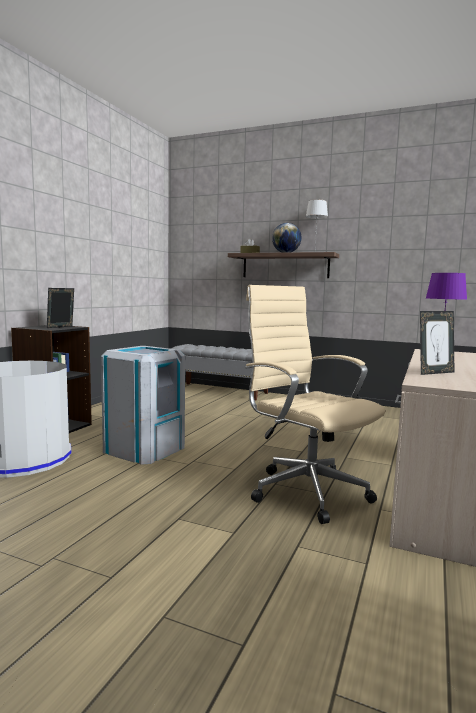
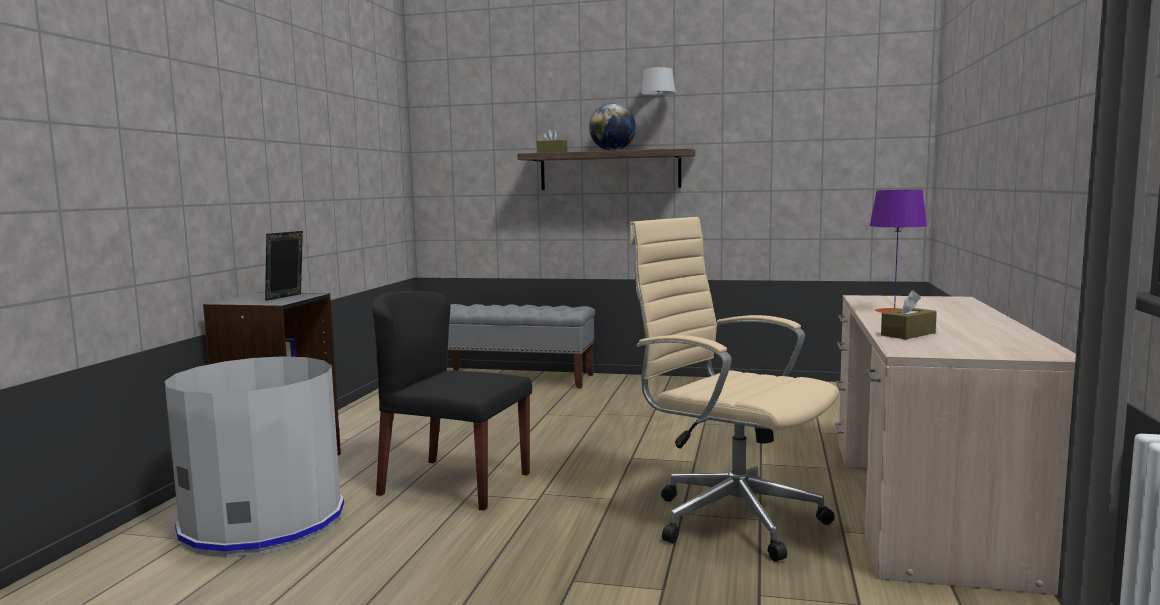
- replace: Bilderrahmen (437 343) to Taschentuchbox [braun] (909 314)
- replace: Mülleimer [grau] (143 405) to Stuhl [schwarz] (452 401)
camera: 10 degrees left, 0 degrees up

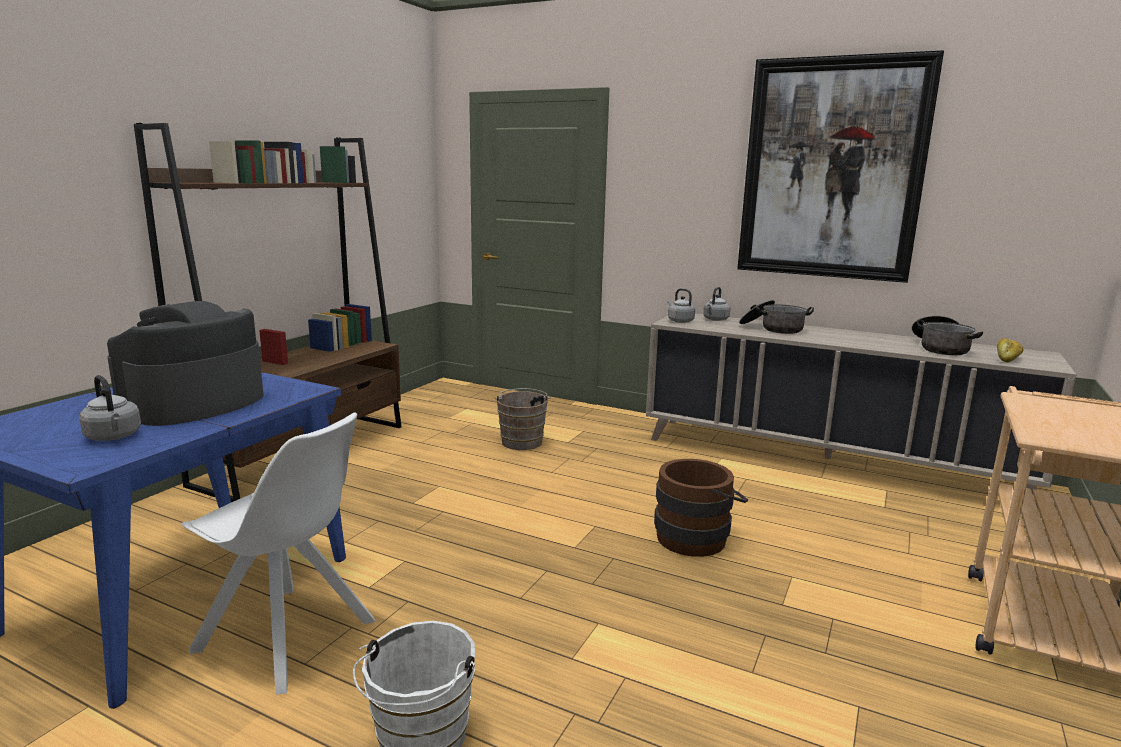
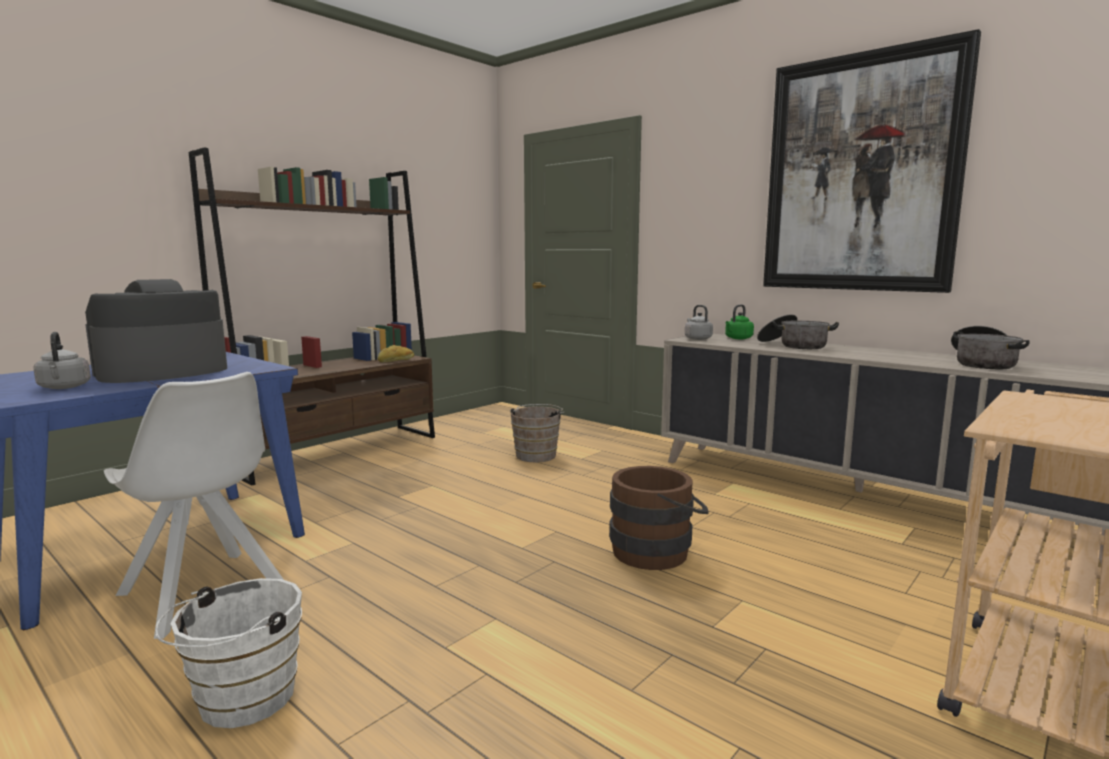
- recolor: Wasserkessel [grau] (716 304) to Wasserkessel [grün] (739 321)
- move: Brot (1010 350) to (395 353)
camera: 15 degrees right, 5 degrees down

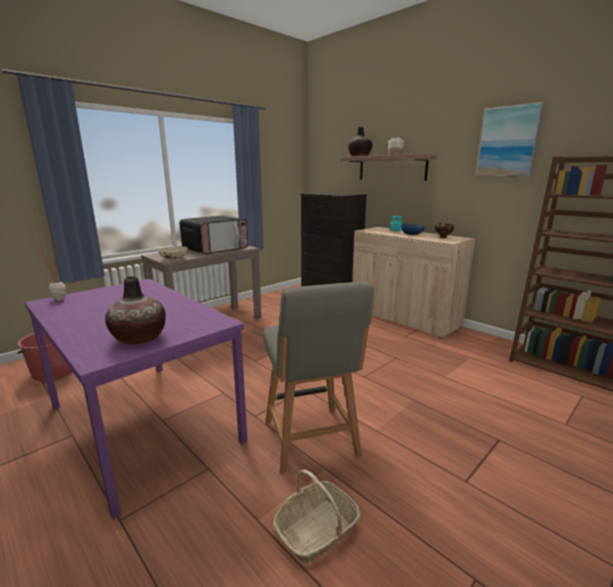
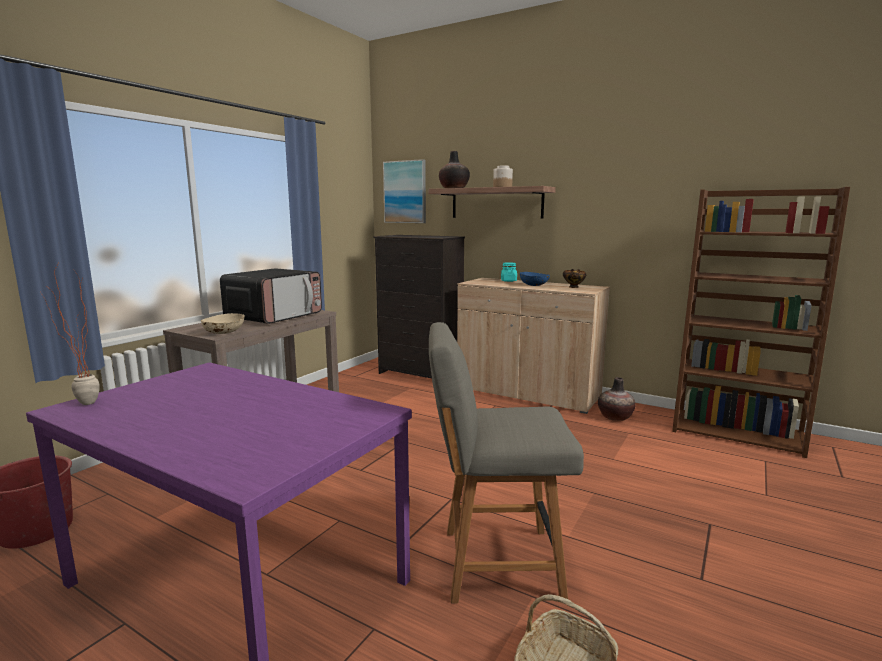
- move: Bild (510 139) to (404 191)
- move: Vase (135 310) to (616 399)
- rotate: Stuhl [grau] (318 377) = (506 463) 120 degrees clockwise
camera: 15 degrees left, 5 degrees down

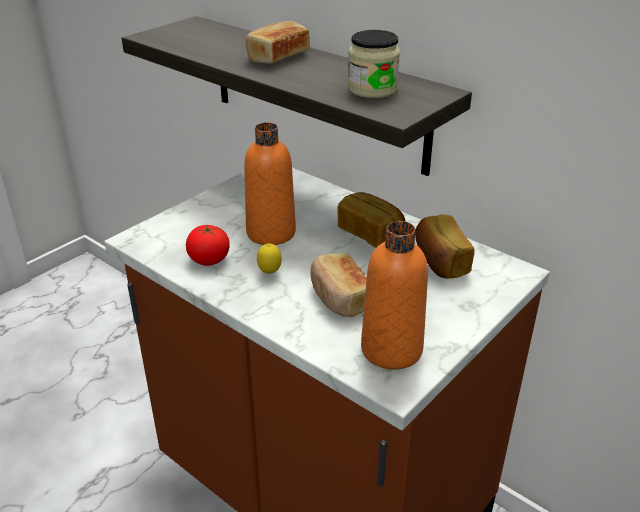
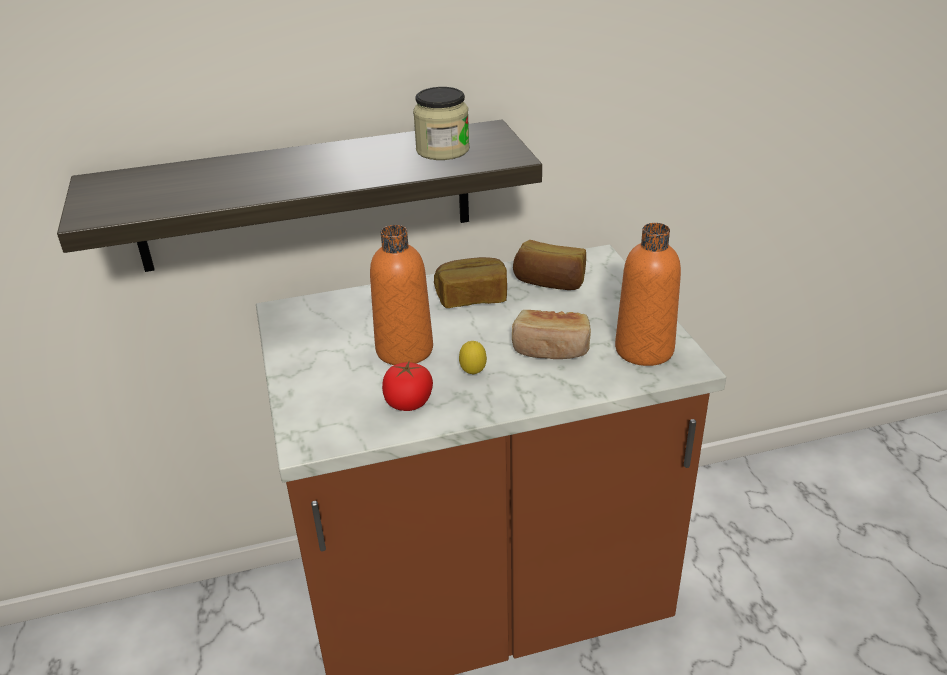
- delete: Brot (278 42)
camera: 55 degrees left, 0 degrees up

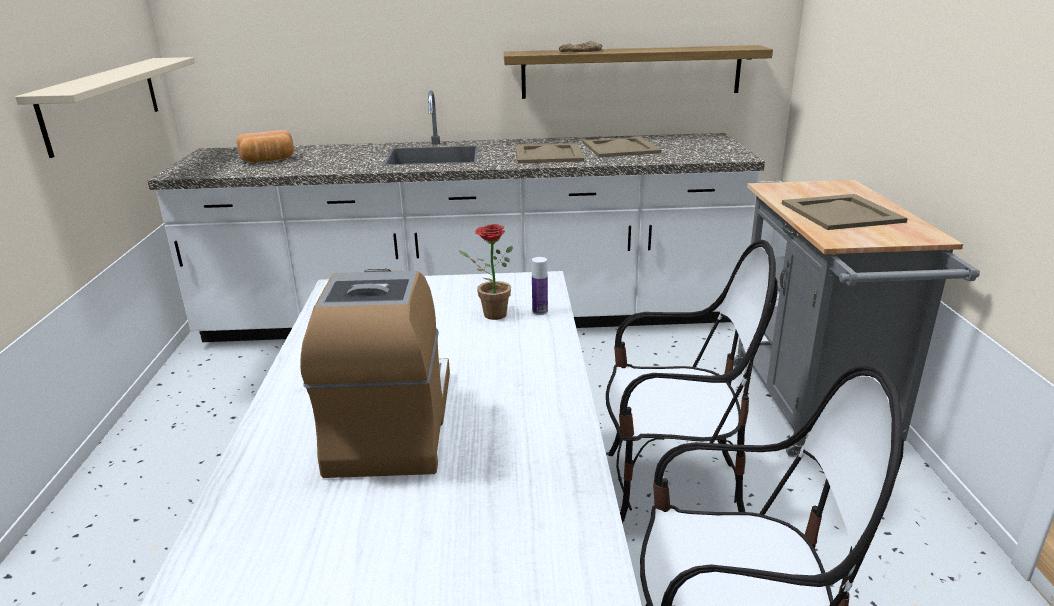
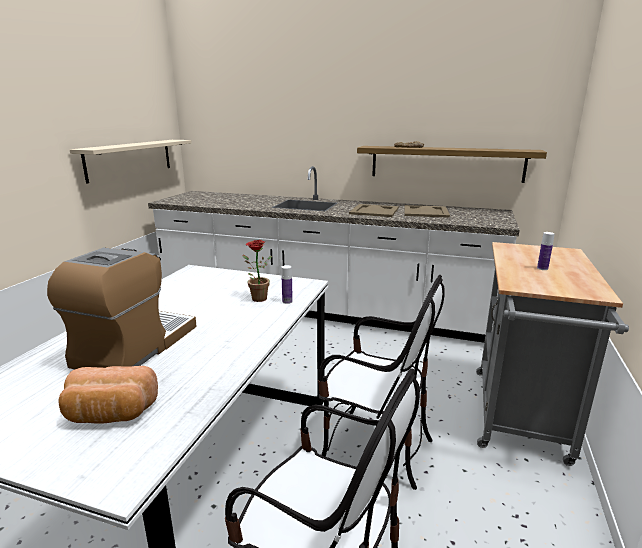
- move: Brot (265 146) to (108 395)
- replace: Tablett [beige] (845 212) to Flasche (546 251)
camera: 20 degrees right, 5 degrees down

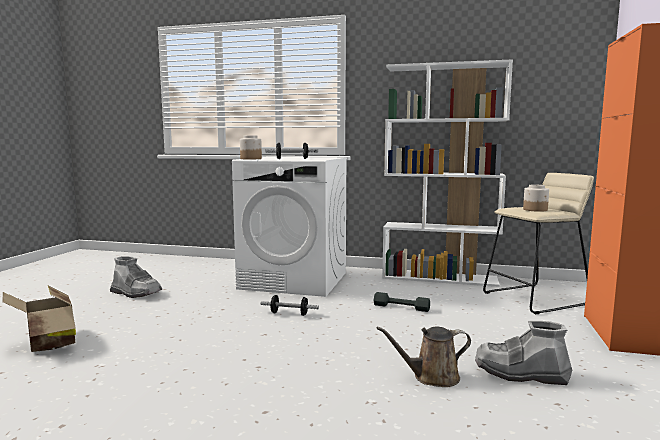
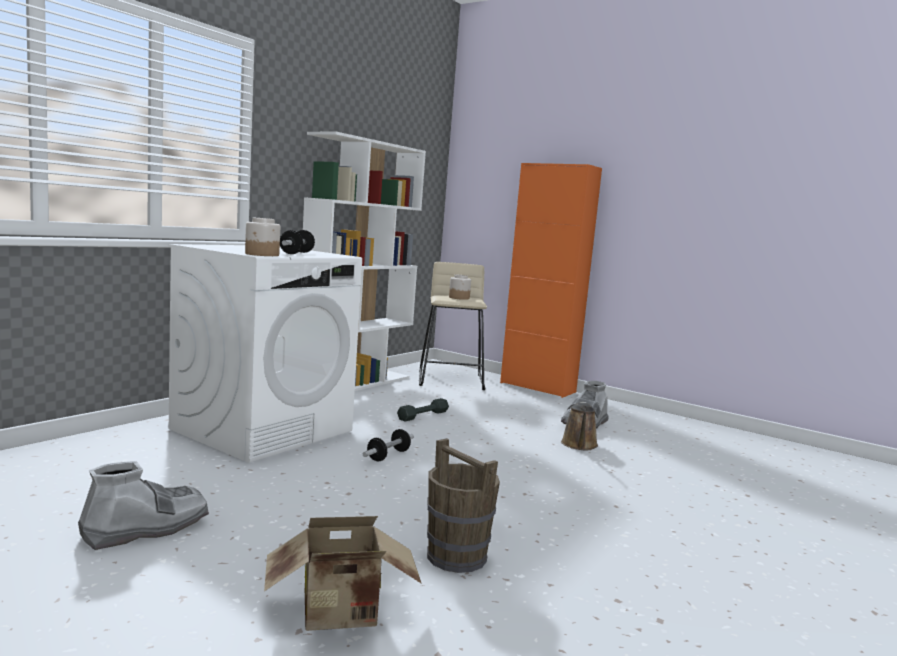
- insert: Eimer [braun] (463 505)
camera: 70 degrees left, 0 degrees up

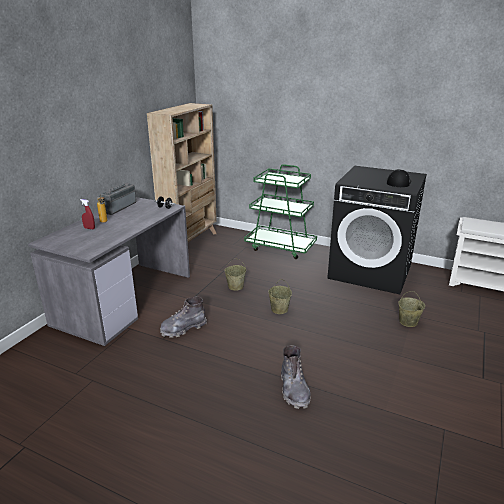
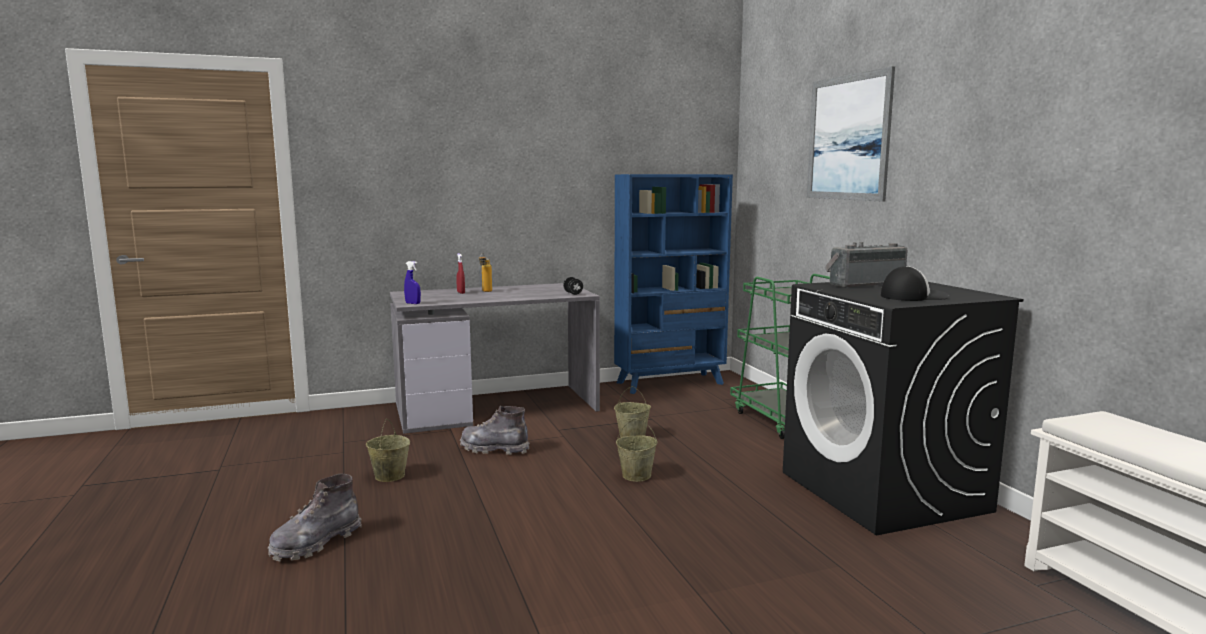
- recolor: Bücherregal [beige] (182 172) to Bücherregal [blau] (673 284)
- move: Radio (117 199) to (866 265)
- move: Eimer [beige] (412 309) to (388 450)
- move: Stiefel [grau] (296 377) to (315 517)
- insert: Bild (851 134)
- insert: Sprühflasche [blau] (412 282)
camera: 45 degrees right, 15 degrees down

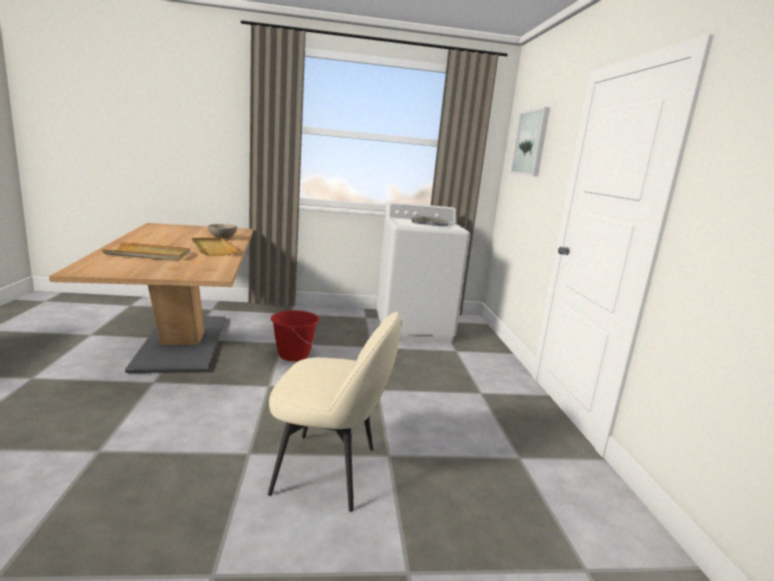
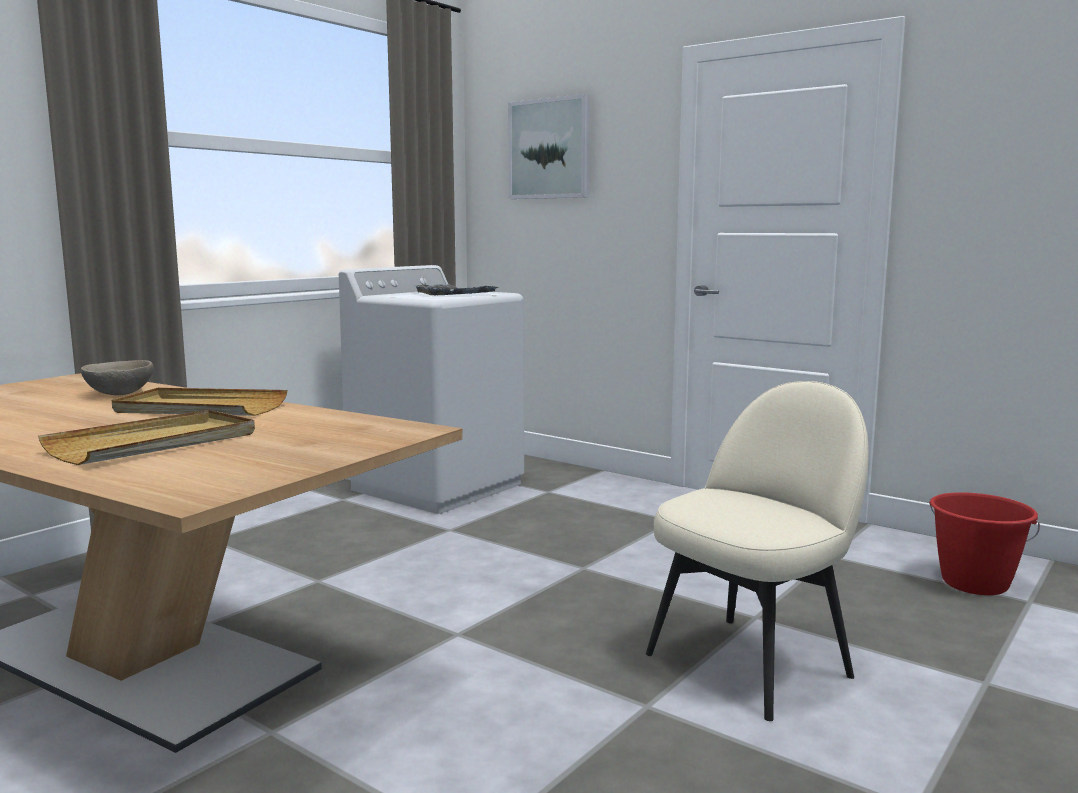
- move: Eimer [rot] (295 335) to (984 543)
camera: 45 degrees left, 5 degrees down

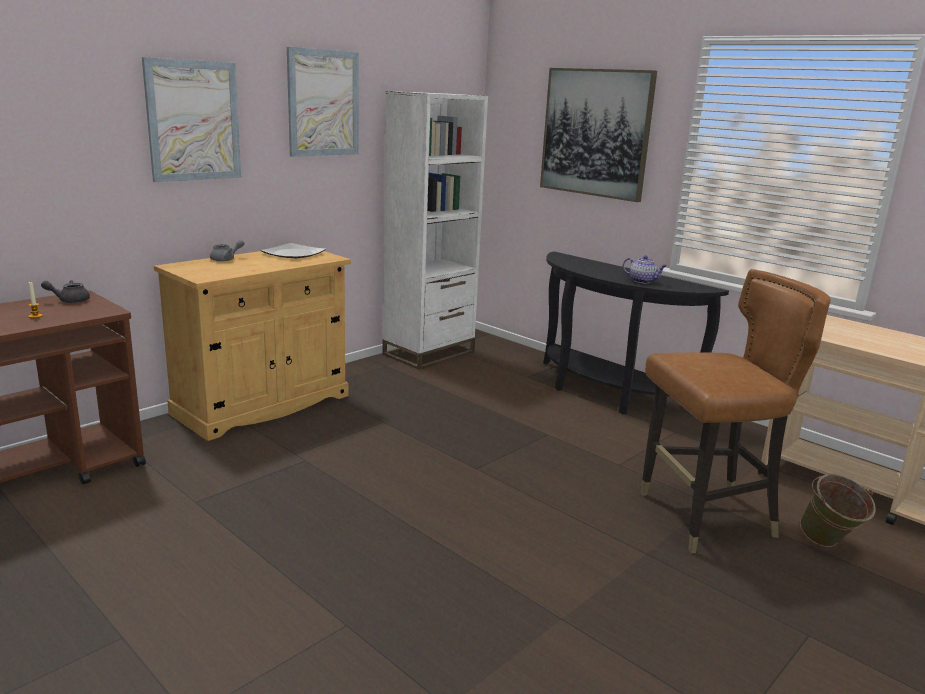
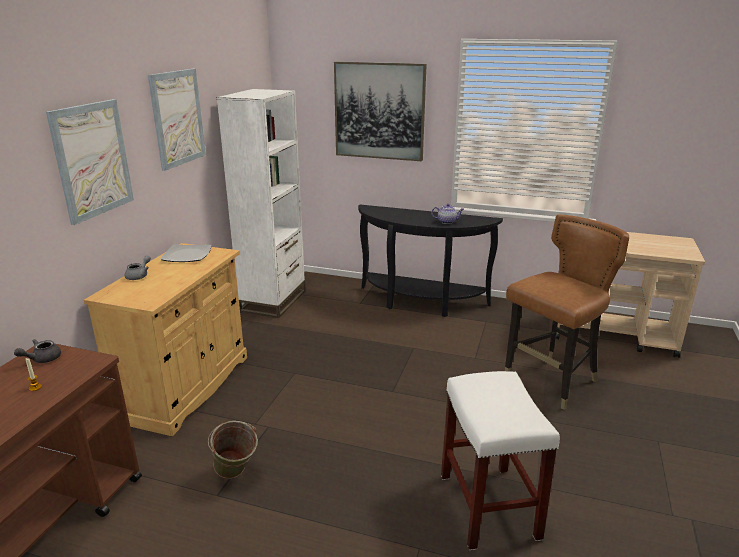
- move: Eimer [grün] (838 510) to (233 450)
- insert: Hocker [weiß] (500 460)
camera: 25 degrees left, 5 degrees up

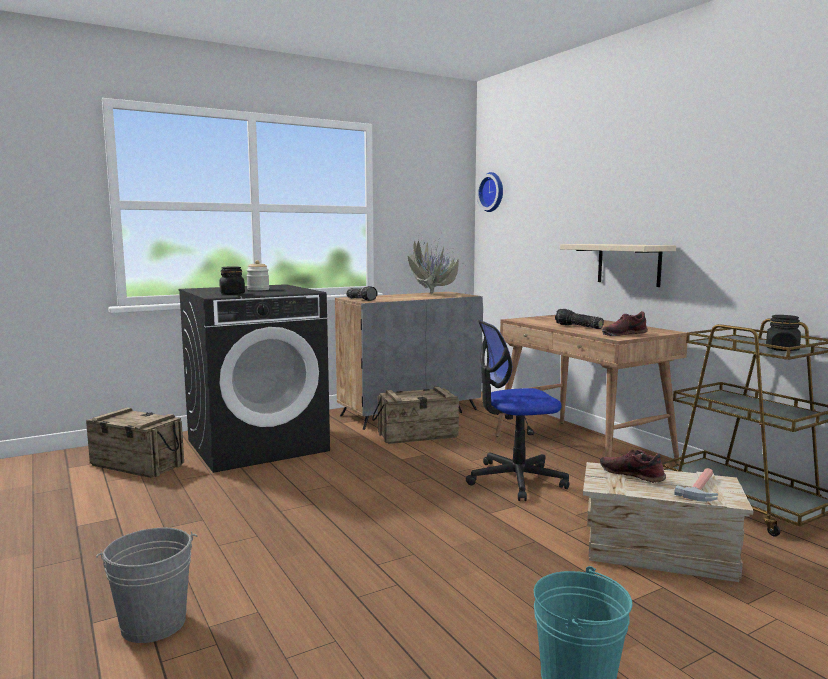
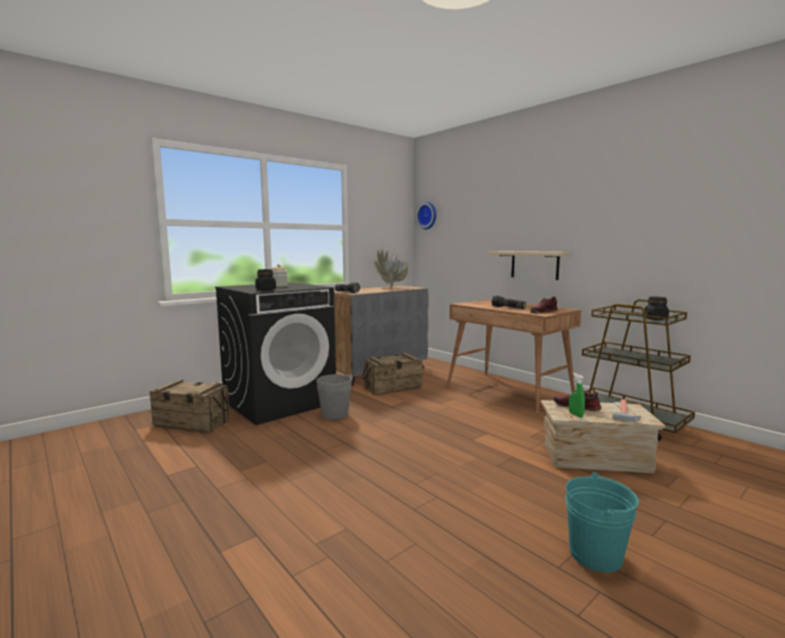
- delete: Bürostuhl (517 410)
- move: Eimer [grau] (146 585) to (334 396)
- insert: Sprühflasche [grün] (577 395)
camera: 10 degrees left, 0 degrees up

